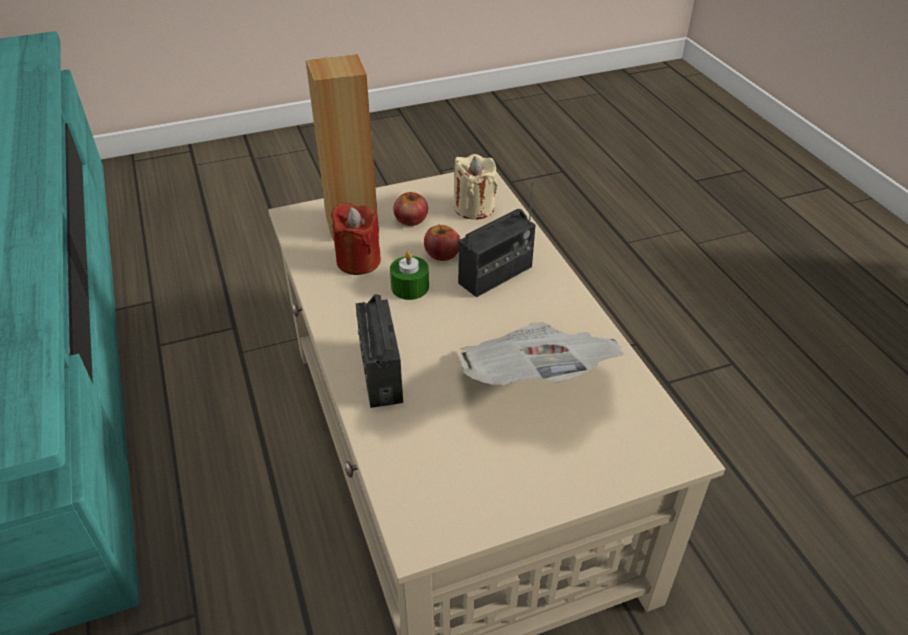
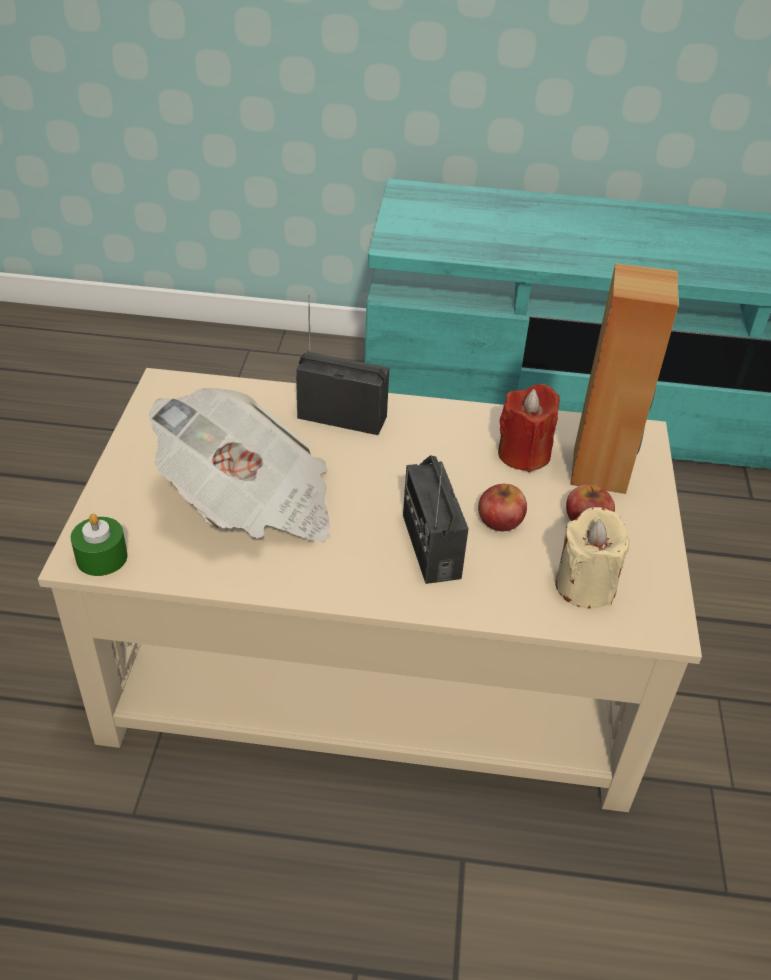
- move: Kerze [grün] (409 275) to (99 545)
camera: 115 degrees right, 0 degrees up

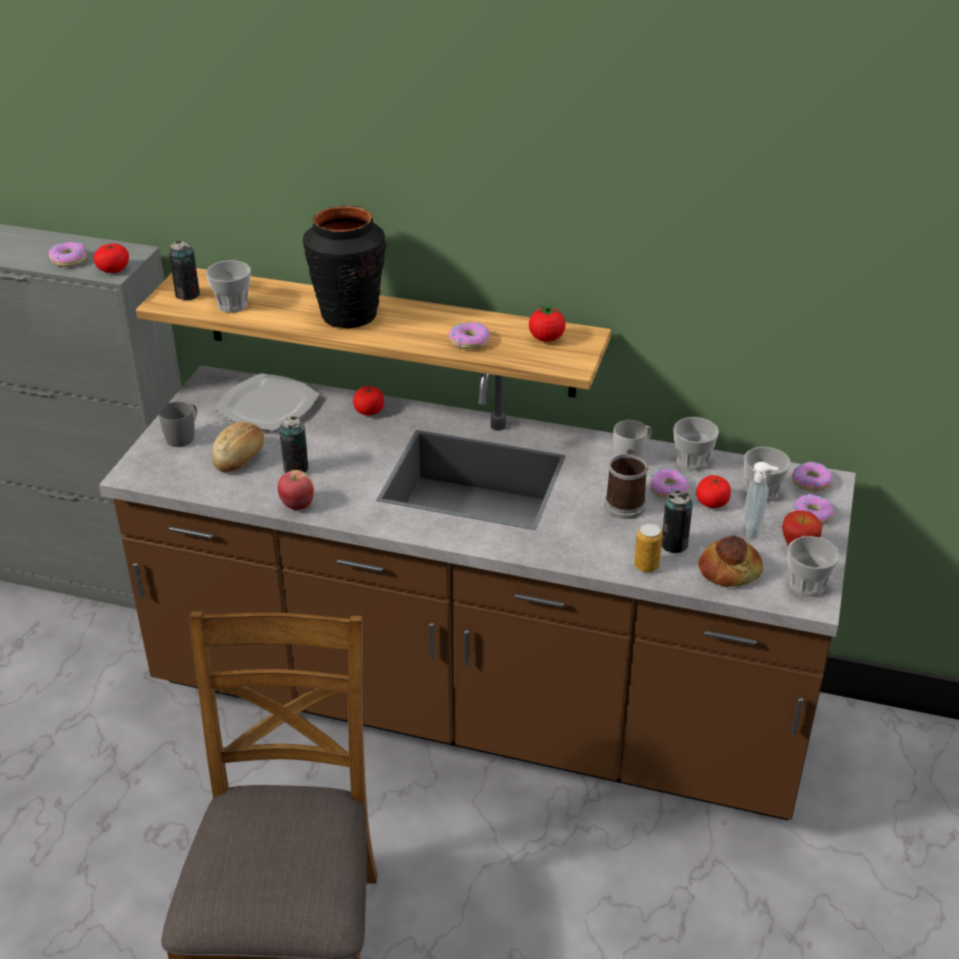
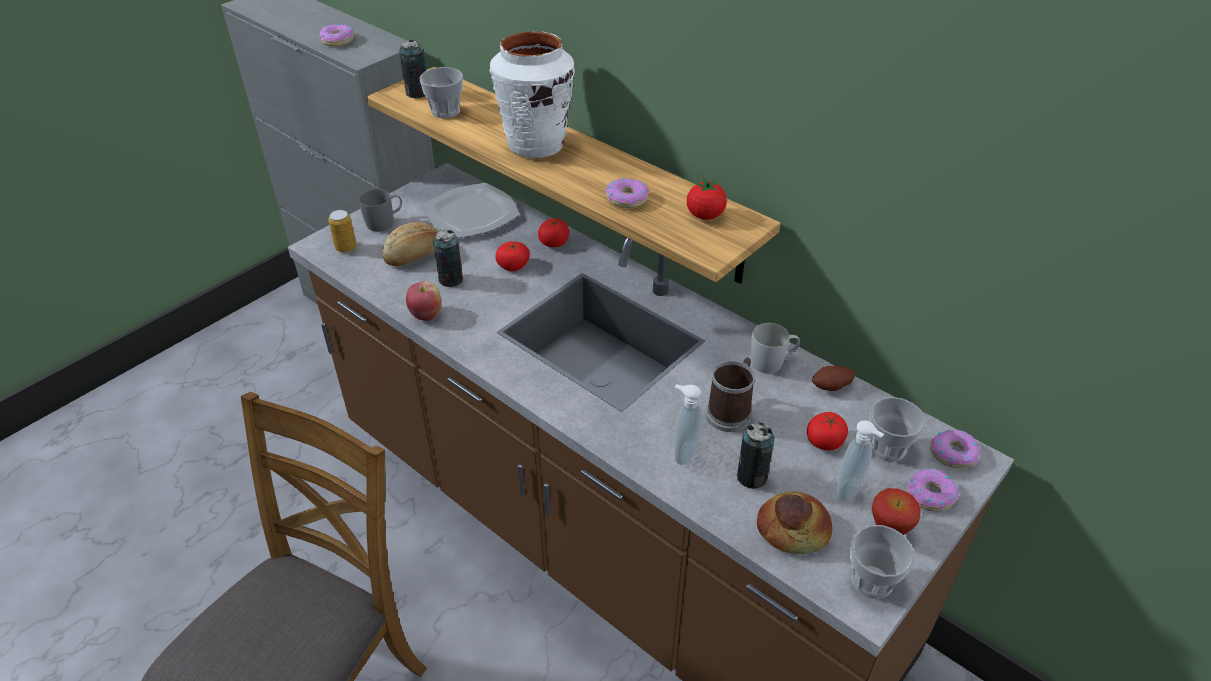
- recolor: Vase [schwarz] (345 267) to Vase [weiß] (532 94)
- move: Tomate (111 258) to (512 256)
- replace: Tasse (696 444) to Kartoffel (834 378)
- delete: Donut (669 484)
- move: Dose (648 547) to (342 231)
- insert: Seifenspender (688 424)
camera: 25 degrees right, 5 degrees up

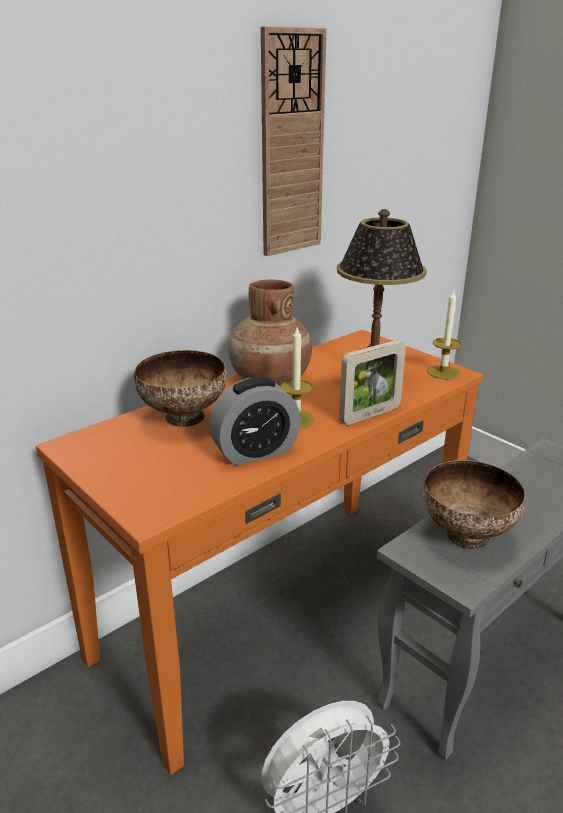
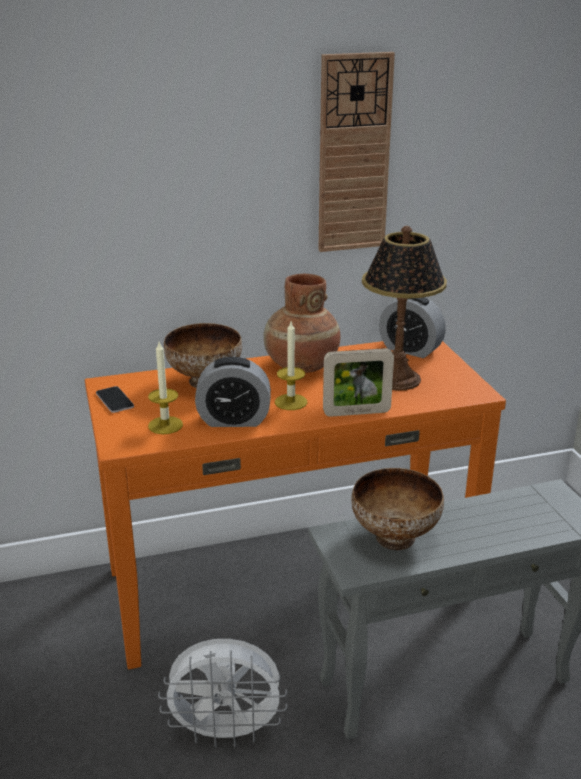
- move: Kerze (444 333) to (165 388)
- insert: Wecker (412 327)
- insert: Handy (115 399)
camera: 25 degrees right, 0 degrees up

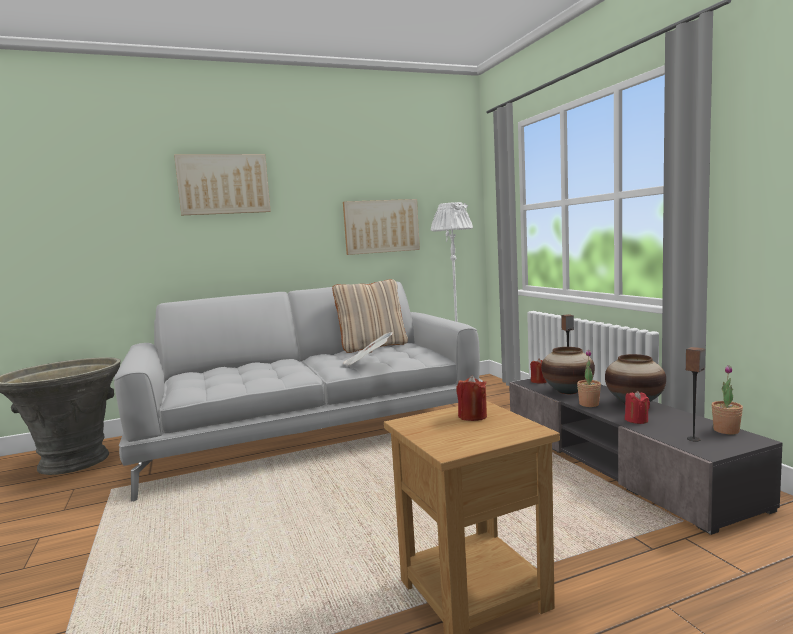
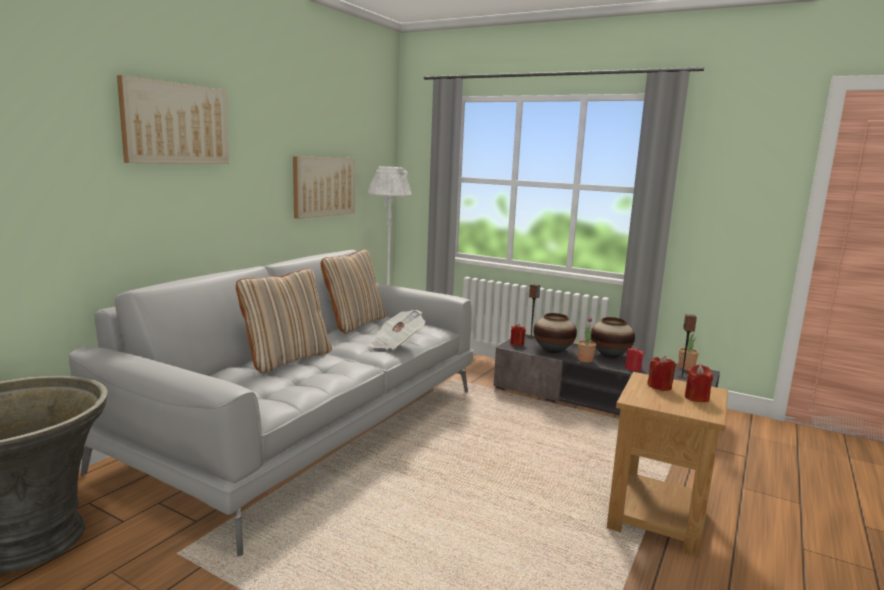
- insert: Kissen [beige] (284 321)
- insert: Kerze [rot] (699 383)
camera: 40 degrees left, 5 degrees up

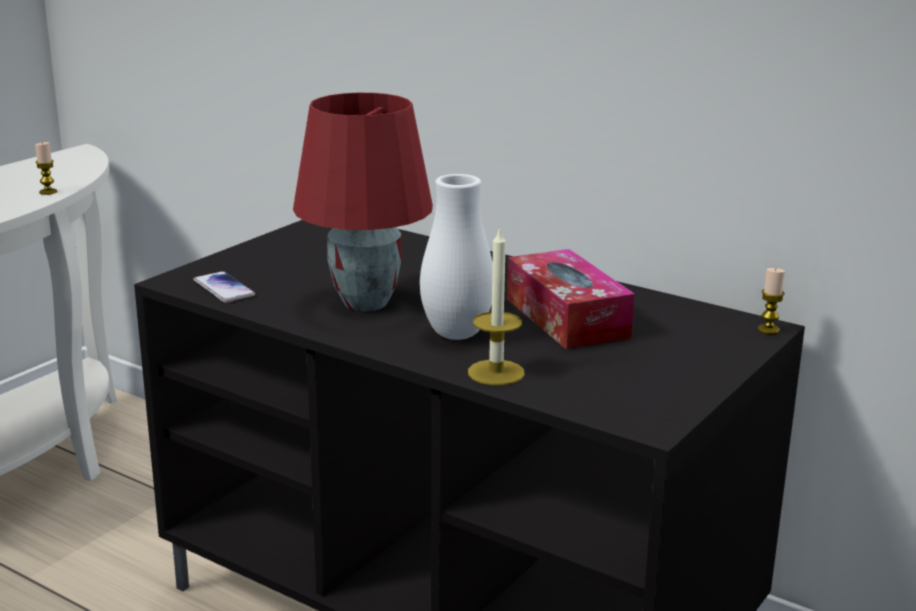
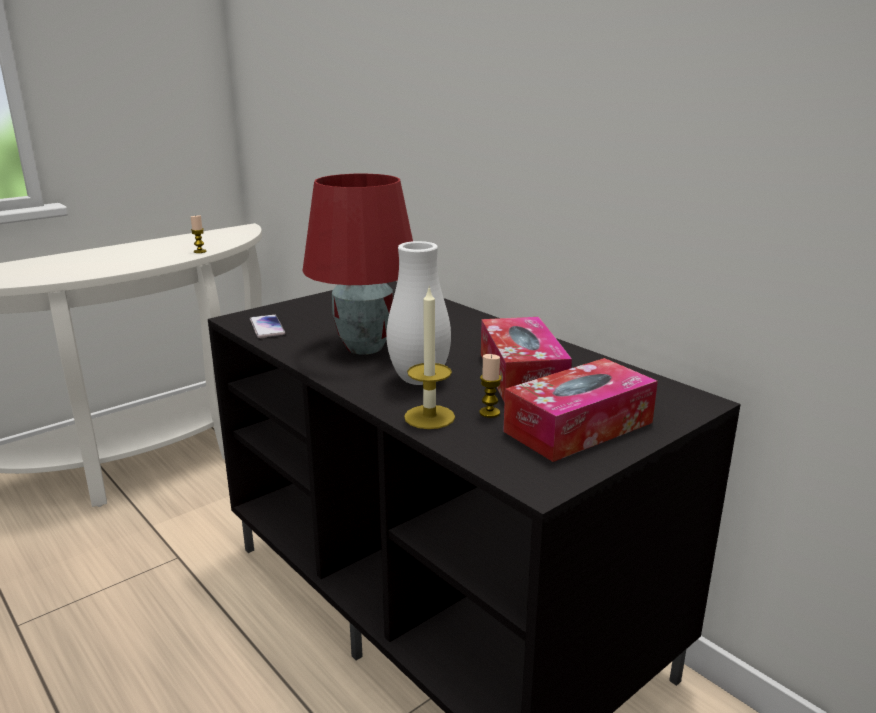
- move: Kerze (771 301) to (490 386)
- insert: Taschentuchbox (580 410)
camera: 15 degrees right, 0 degrees up

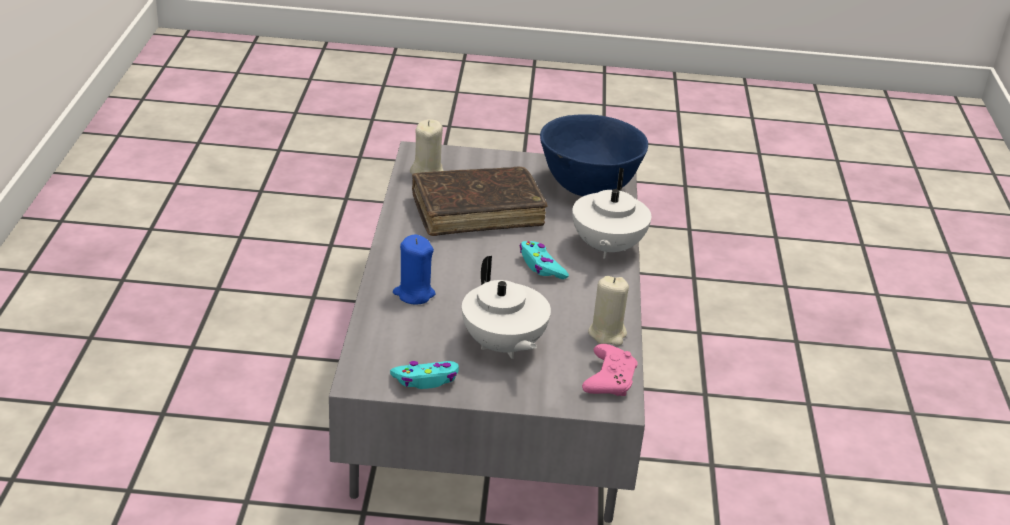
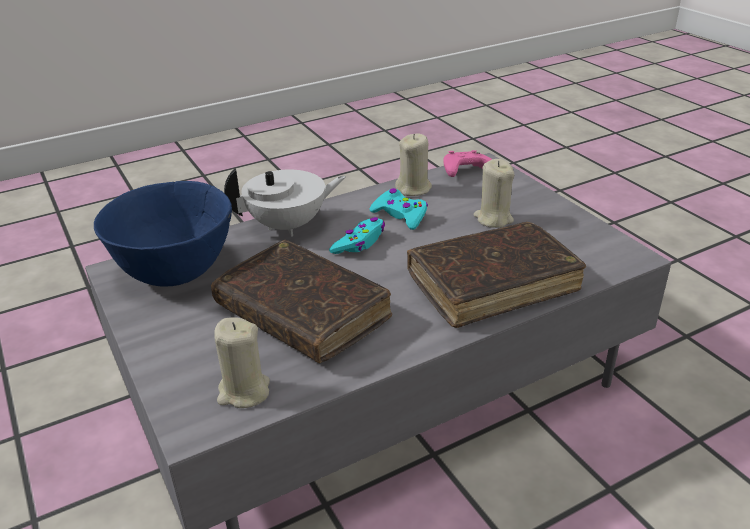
- replace: Kerze [blau] (414 269) to Buch [braun] (496 275)
- replace: Teekanne [weiß] (506 307) to Kerze [beige] (494 193)
- move: Gamepad [türkis] (424 375) to (399 209)
camera: 120 degrees left, 0 degrees up

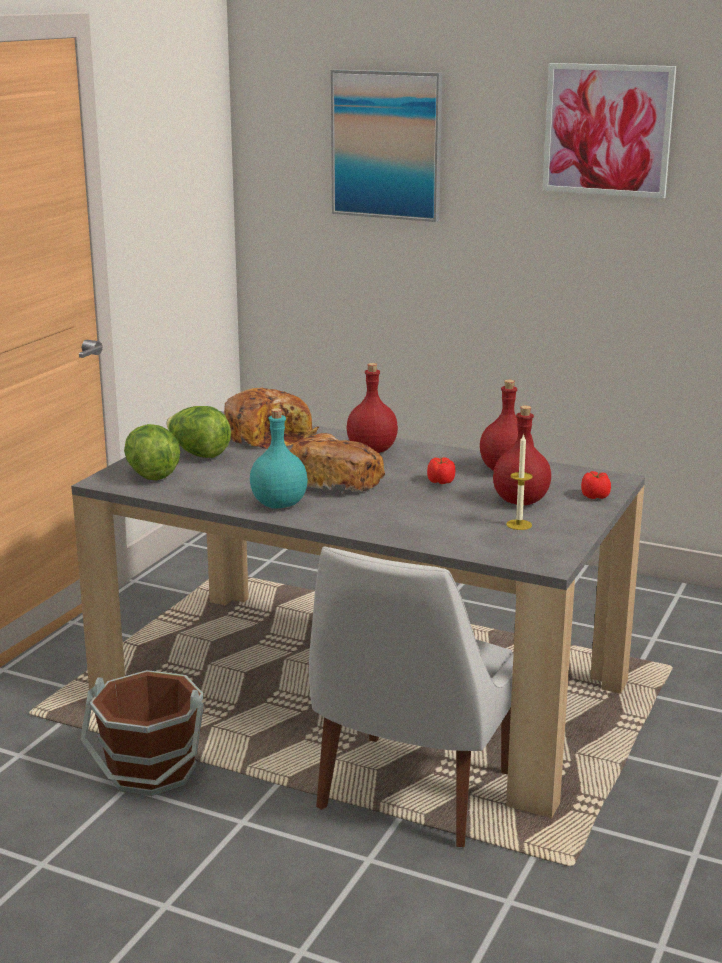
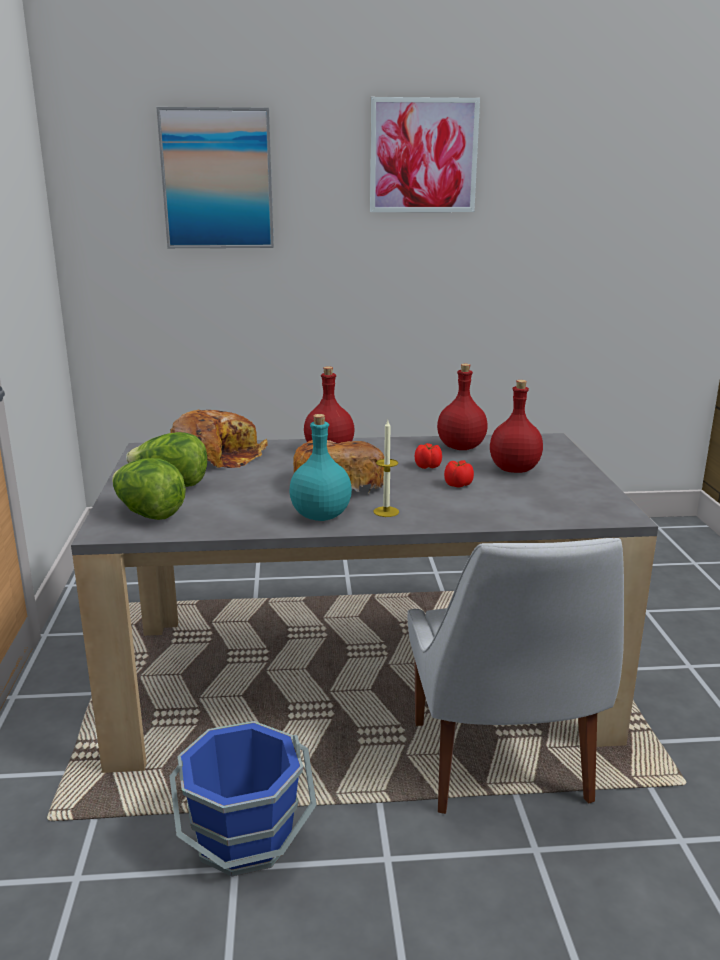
- move: Kerze (519 481) to (386 468)
- move: Tomate (596 485) to (459 474)
- recolor: Eimer [braun] (142 733) to Eimer [blau] (243 798)
camera: 30 degrees left, 0 degrees up

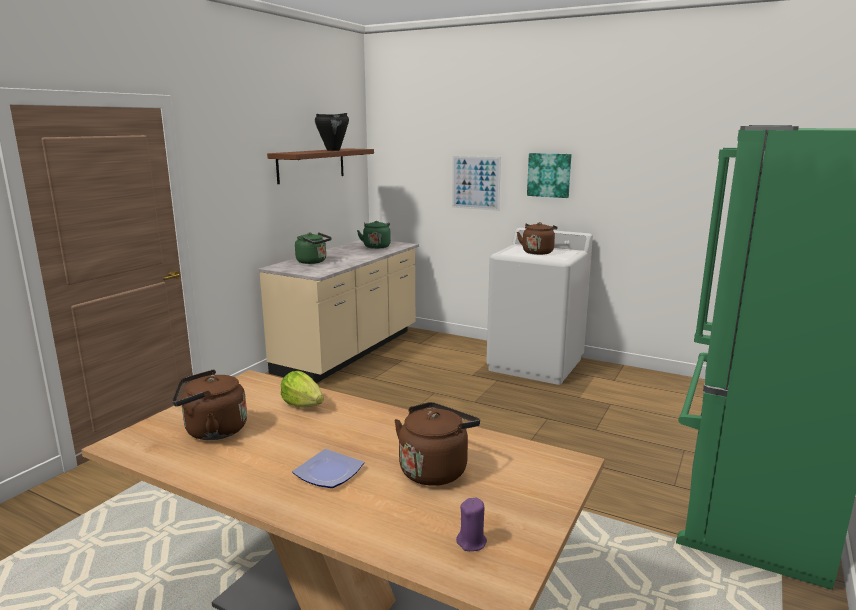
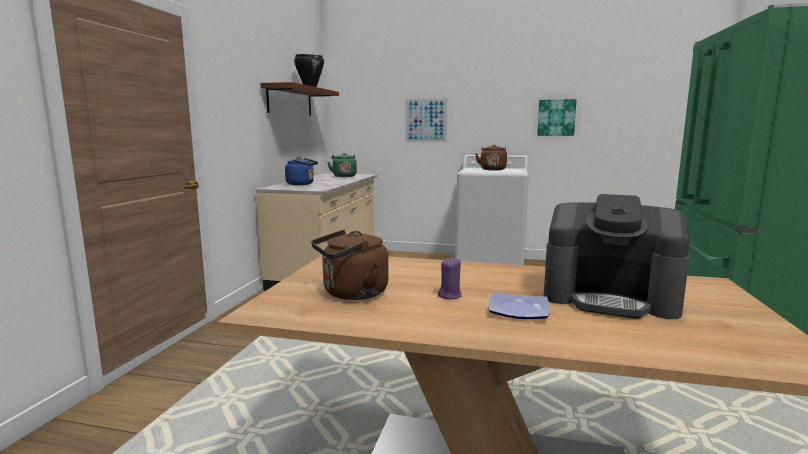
- move: Bild (549 175) to (557 117)
- recolor: Wasserkessel [grün] (313 248) to Wasserkessel [blau] (301 171)
- delete: Salatkopf (302 389)
- replace: Wasserkessel [braun] (437 444) to Kaffeemaschine (617 256)
- move: Kerze [lila] (471 524) to (450 279)
camera: 15 degrees left, 5 degrees down

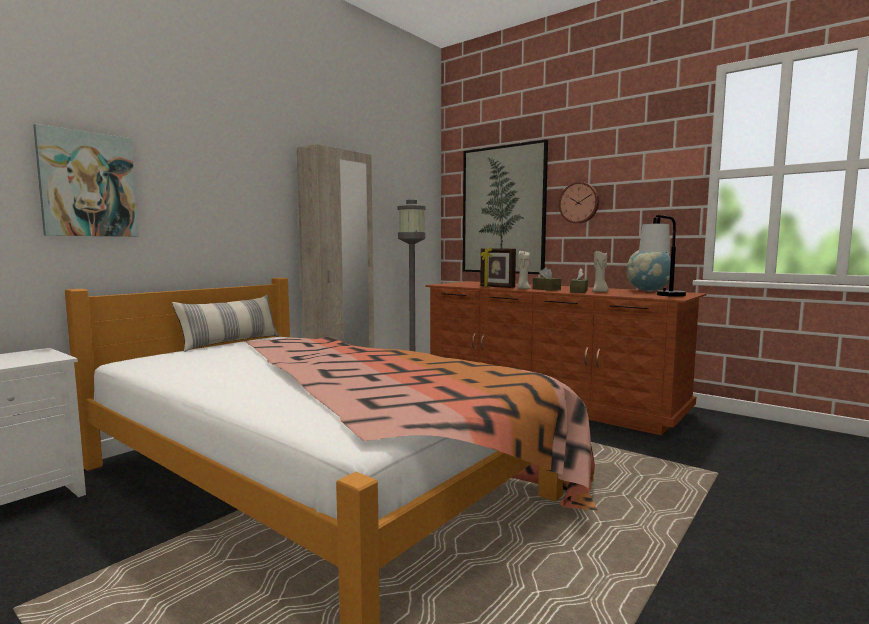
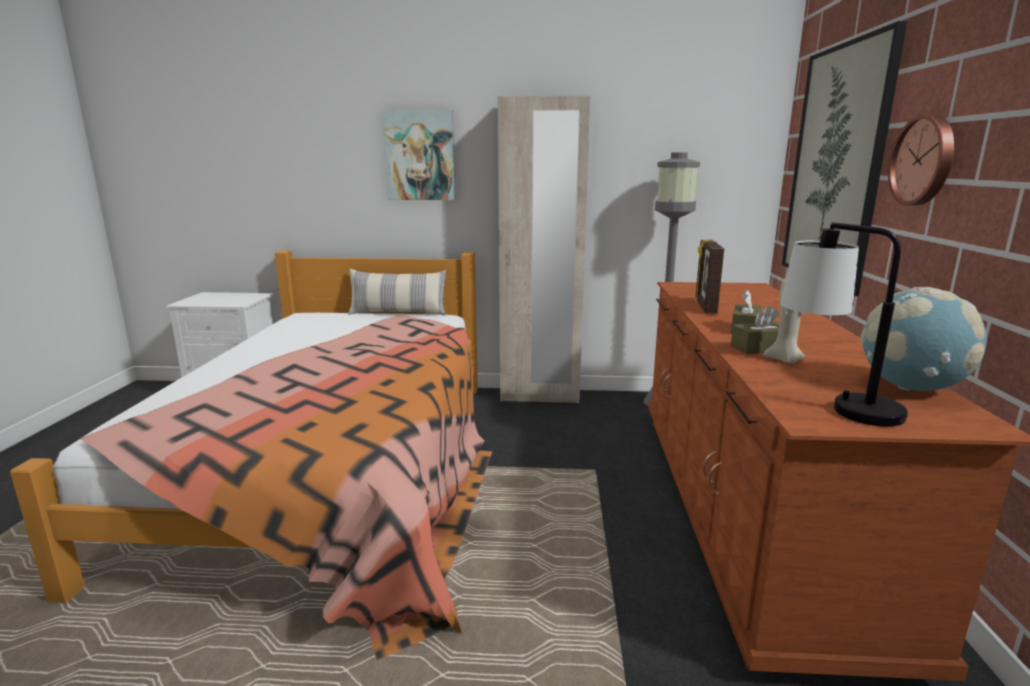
- move: Bild (86 180) to (419 155)
- delete: Kerze [beige] (524 270)
camera: 55 degrees right, 10 degrees up

